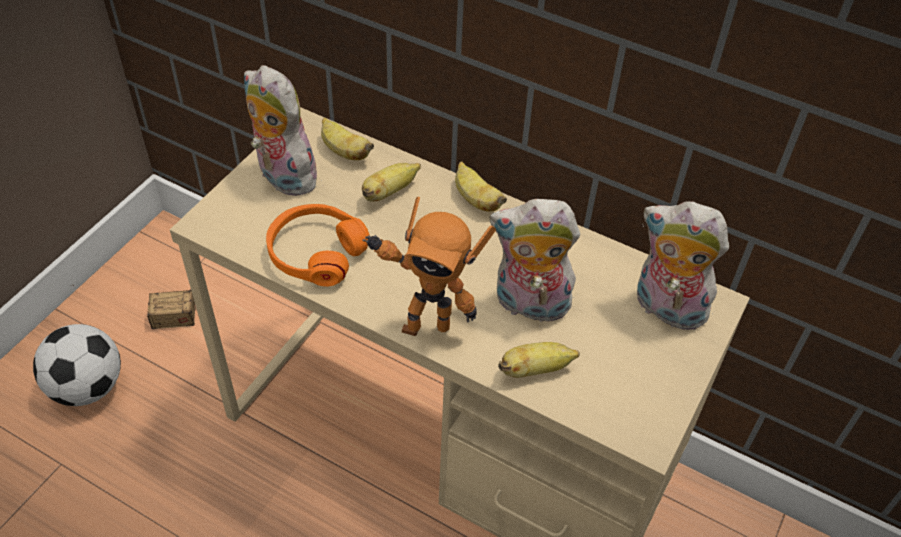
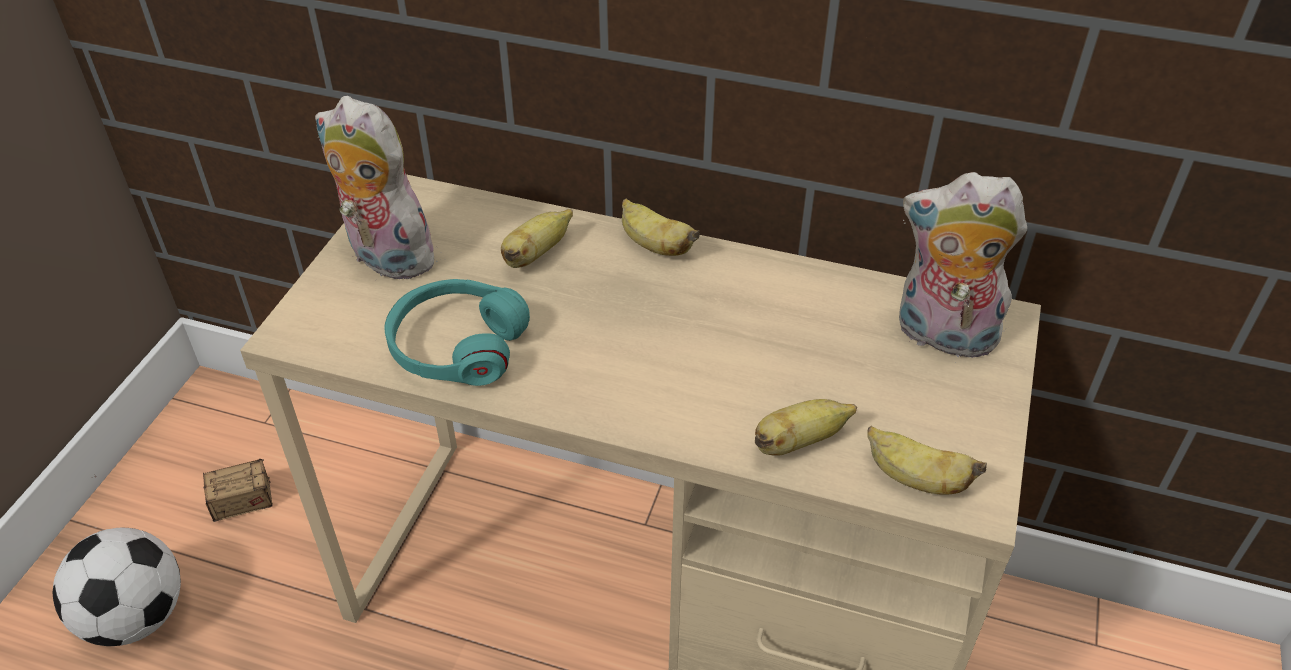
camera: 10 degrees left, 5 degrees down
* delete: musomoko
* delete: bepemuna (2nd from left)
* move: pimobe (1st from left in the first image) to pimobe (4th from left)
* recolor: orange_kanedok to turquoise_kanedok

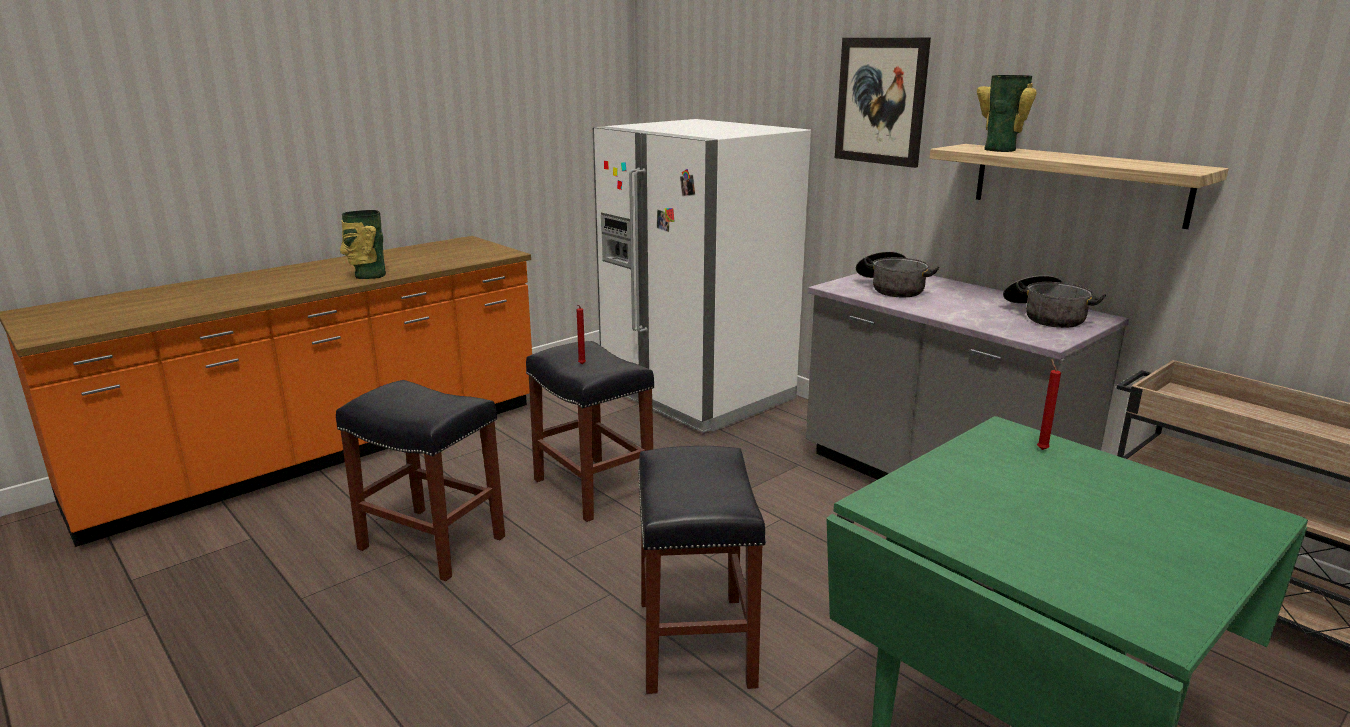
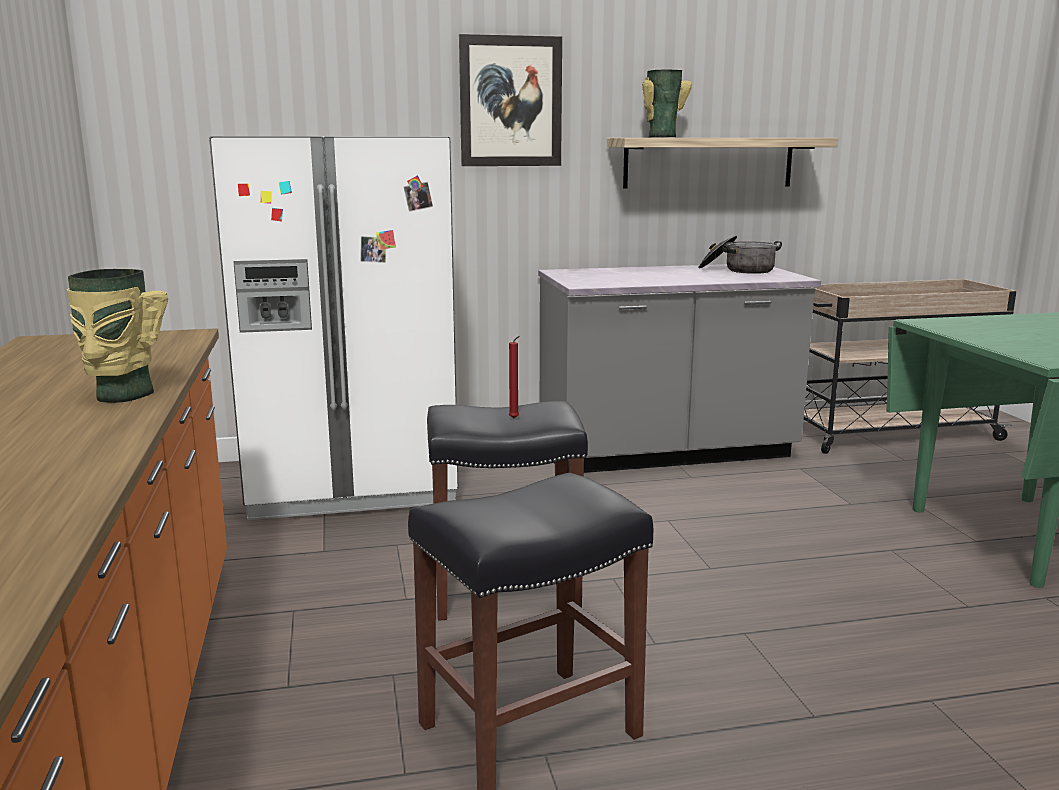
camera: 60 degrees left, 5 degrees down
* delete: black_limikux (3rd from left)
* delete: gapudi (1st from left)
* delete: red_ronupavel (2nd from left)

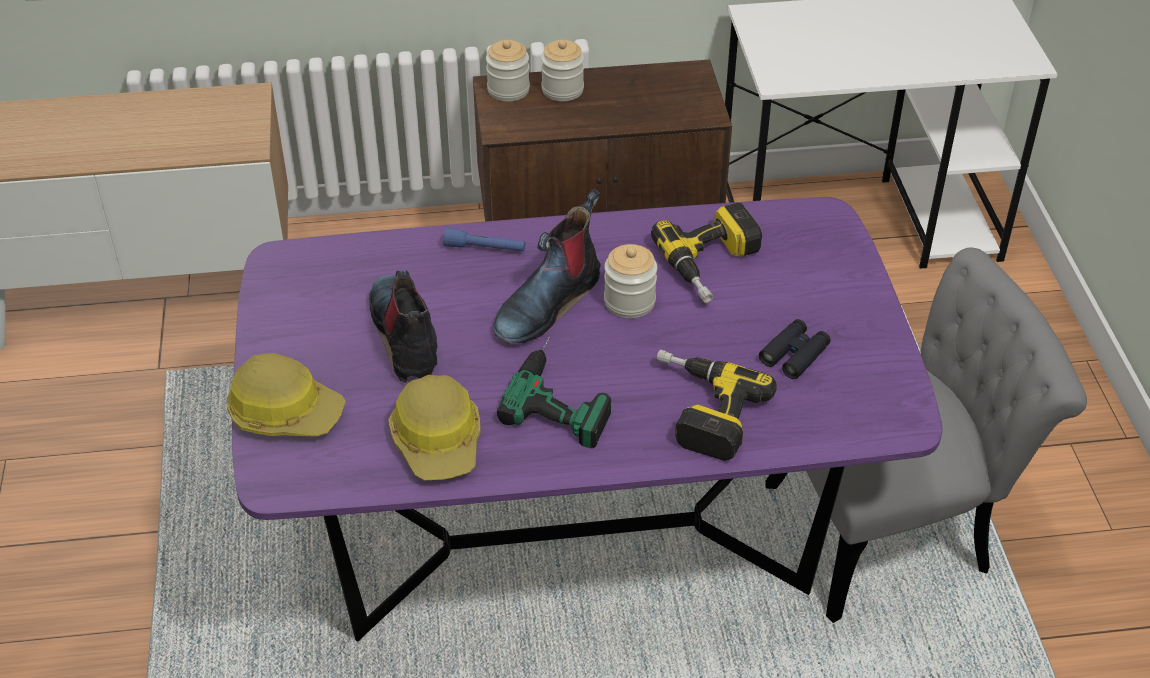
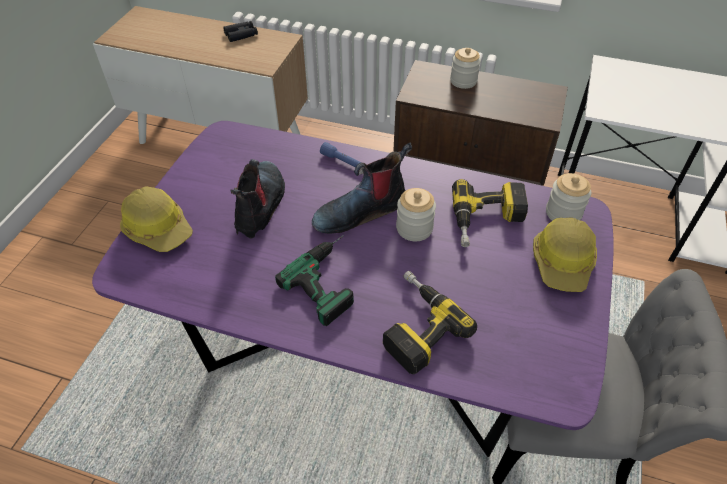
camera: 25 degrees right, 5 degrees up
* move: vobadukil (2nd from left)
* move: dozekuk (1st from left in the first image) to dozekuk (3rd from left)
* move: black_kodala

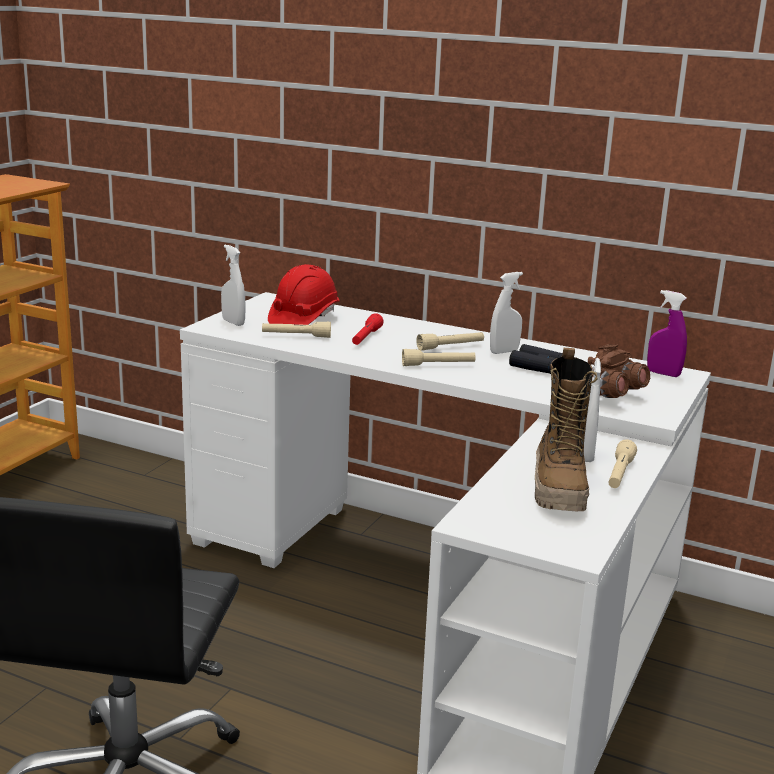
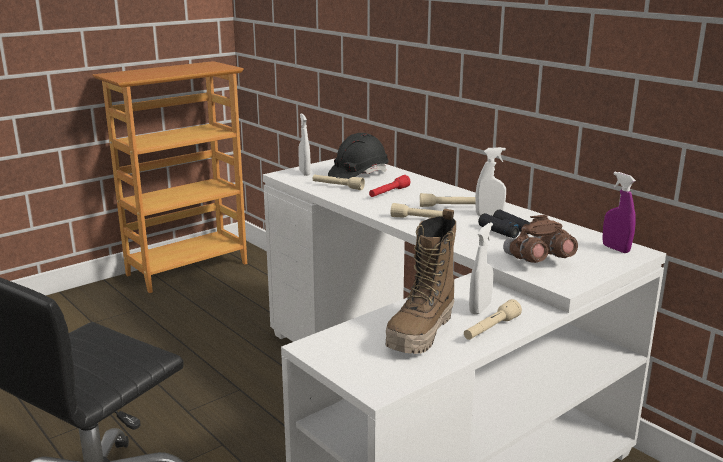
camera: 25 degrees right, 0 degrees up
* recolor: red_vobadukil to black_vobadukil

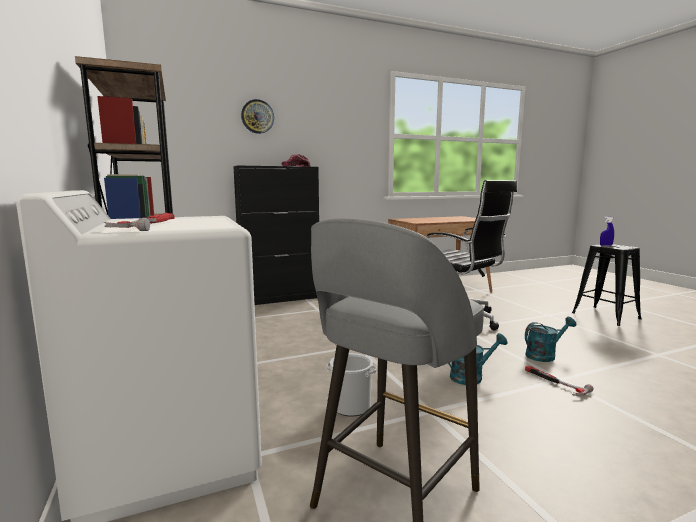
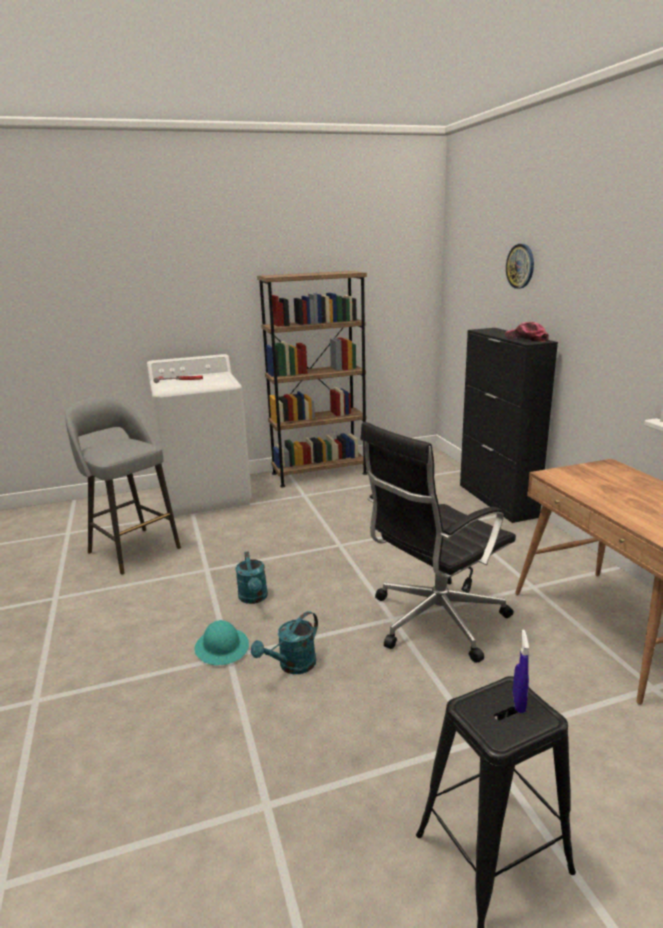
camera: 95 degrees right, 10 degrees up
* delete: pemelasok
* replace: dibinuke (2nd from left) to turquoise_vobadukil
* rotate: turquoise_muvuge (2nd from left) 60 degrees clockwise

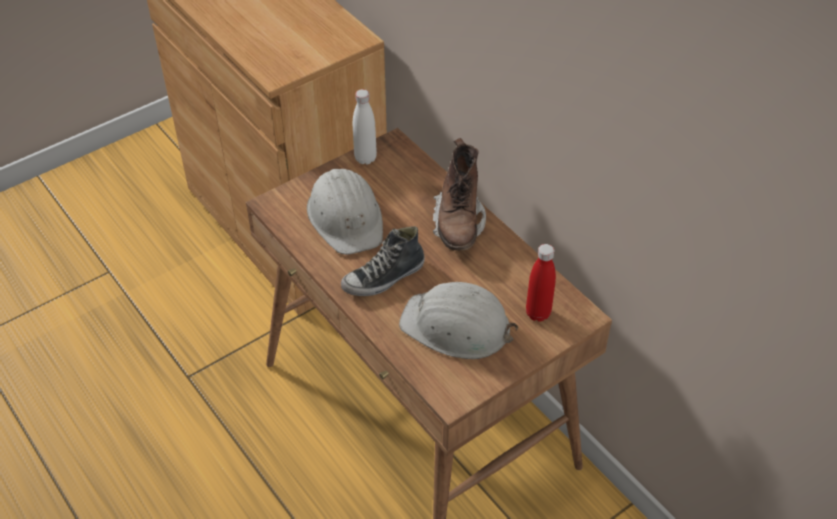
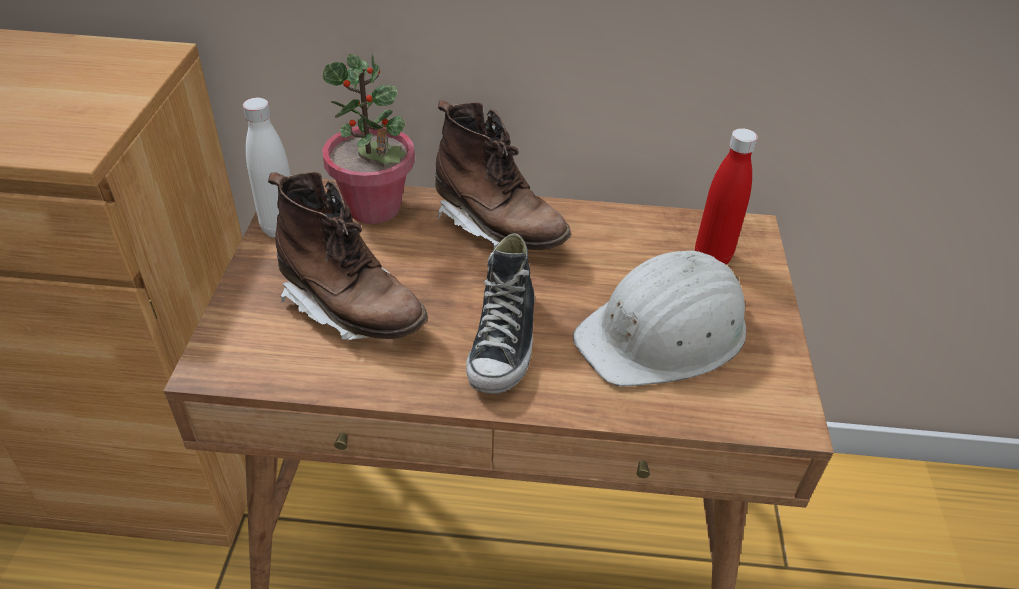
camera: 50 degrees left, 5 degrees down
* insert: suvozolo
* replace: white_vobadukil (1st from left) to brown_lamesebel (1st from left)

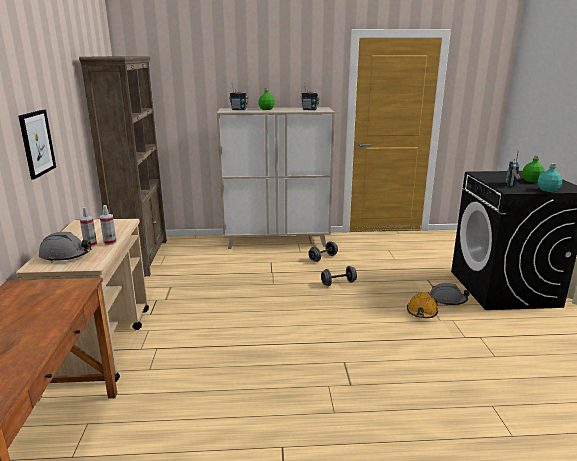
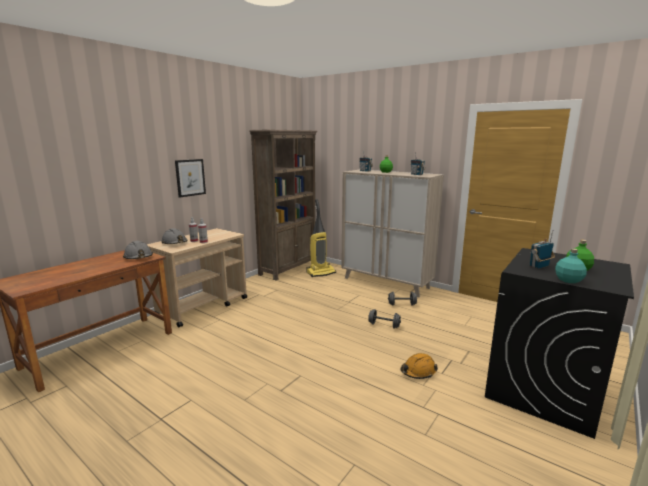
camera: 40 degrees right, 5 degrees down
* insert: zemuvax
* move: grey_vobadukil (2nd from left in the first image) to grey_vobadukil (1st from left)

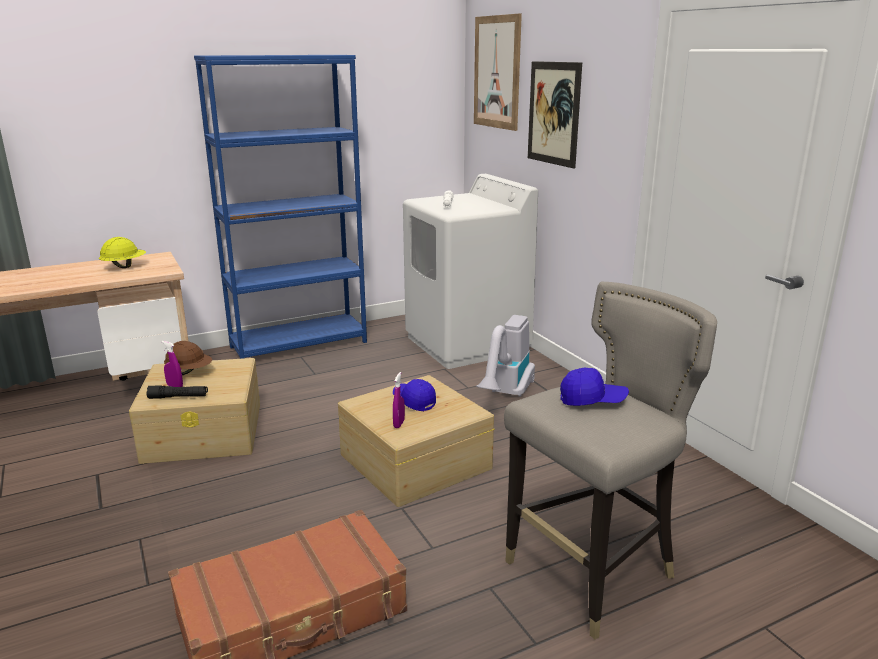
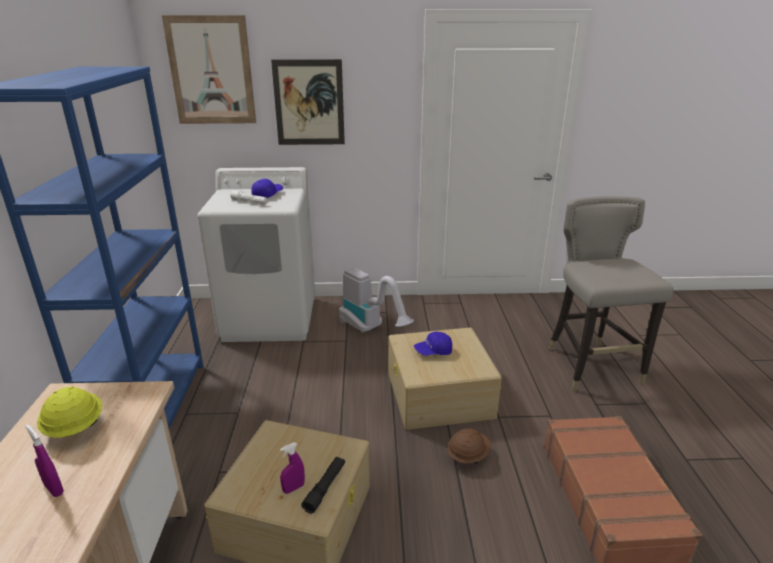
camera: 65 degrees left, 5 degrees up
* move: brown_vobadukil
* move: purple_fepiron (2nd from left in the first image) to purple_fepiron (1st from left)
* move: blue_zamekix (2nd from left in the first image) to blue_zamekix (1st from left)

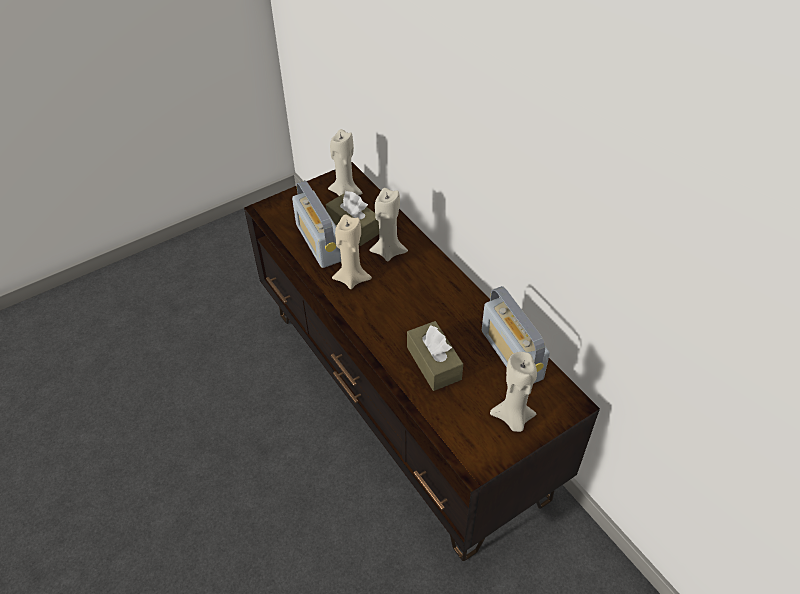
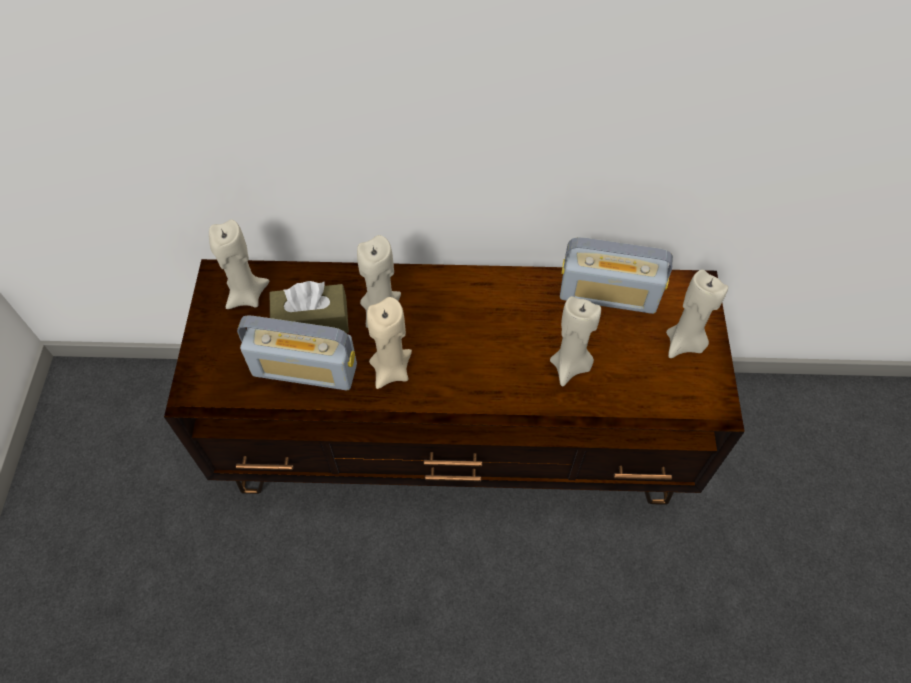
camera: 55 degrees left, 10 degrees up
* replace: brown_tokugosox (2nd from left) to beige_ronupavel (4th from left)

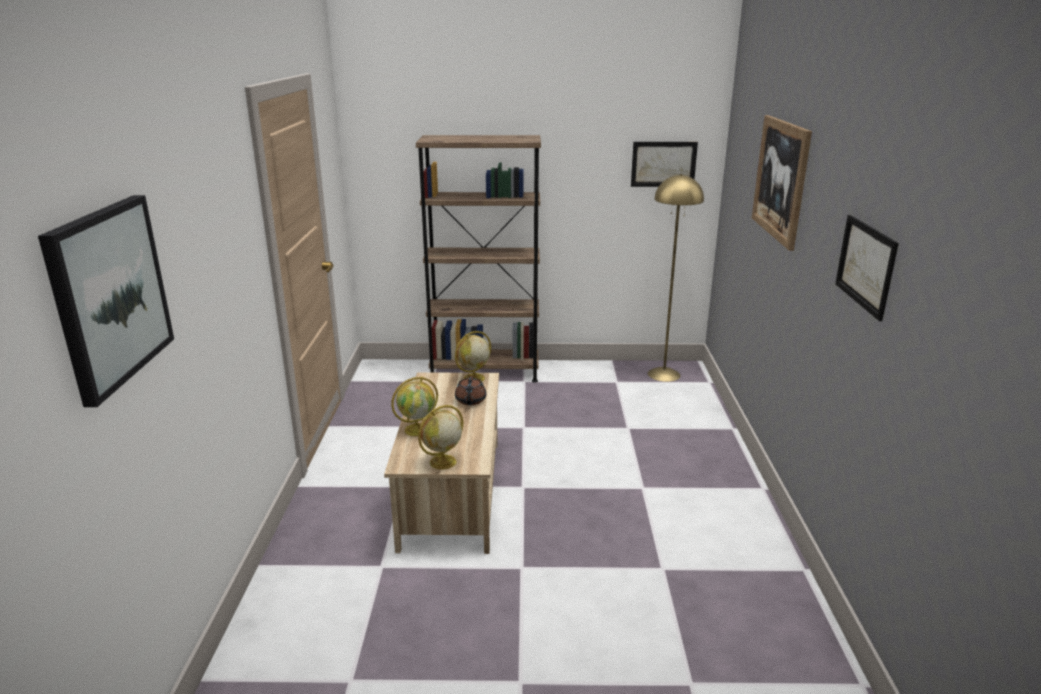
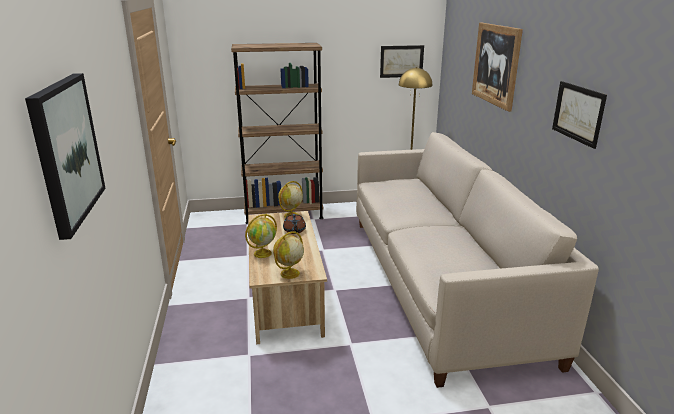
camera: 10 degrees left, 0 degrees up
* insert: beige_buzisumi

